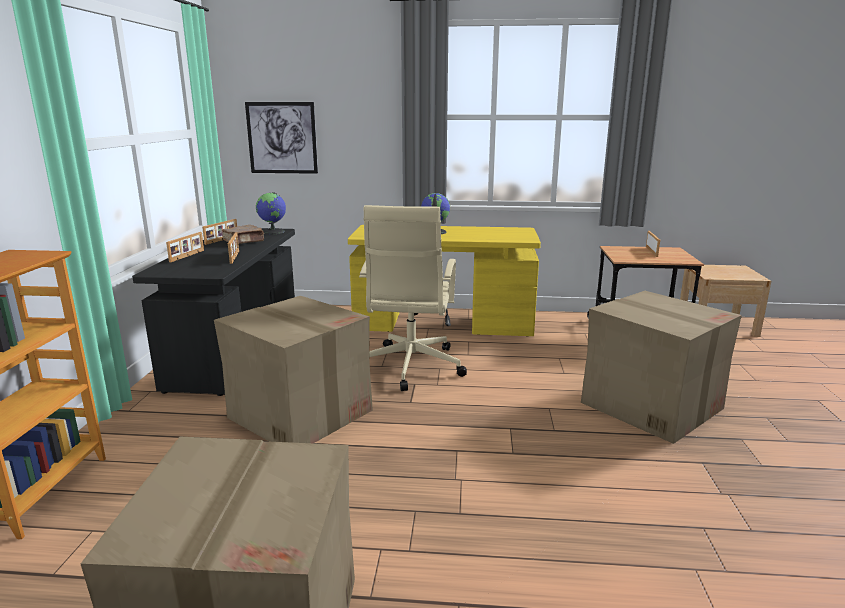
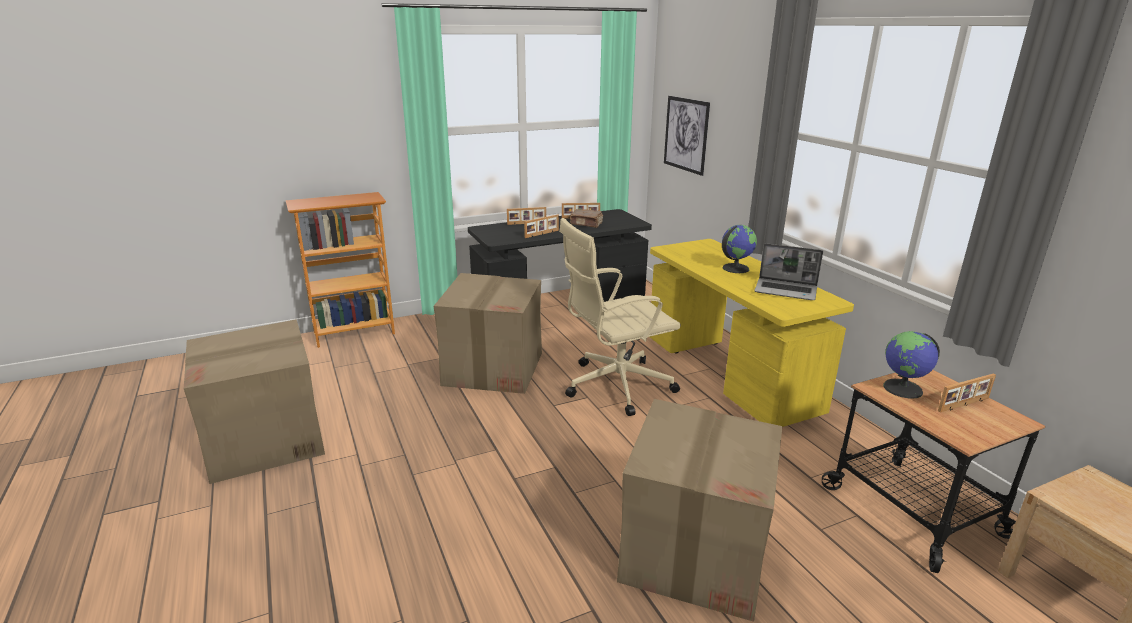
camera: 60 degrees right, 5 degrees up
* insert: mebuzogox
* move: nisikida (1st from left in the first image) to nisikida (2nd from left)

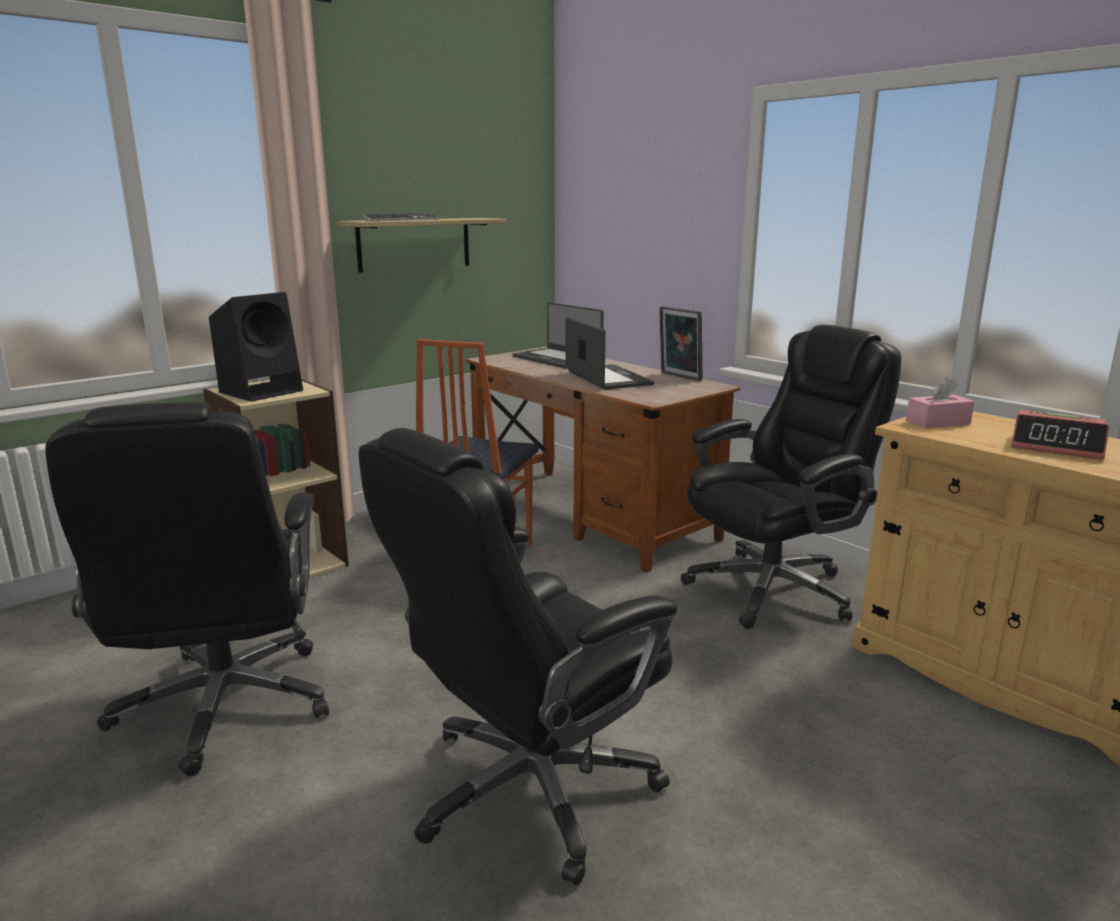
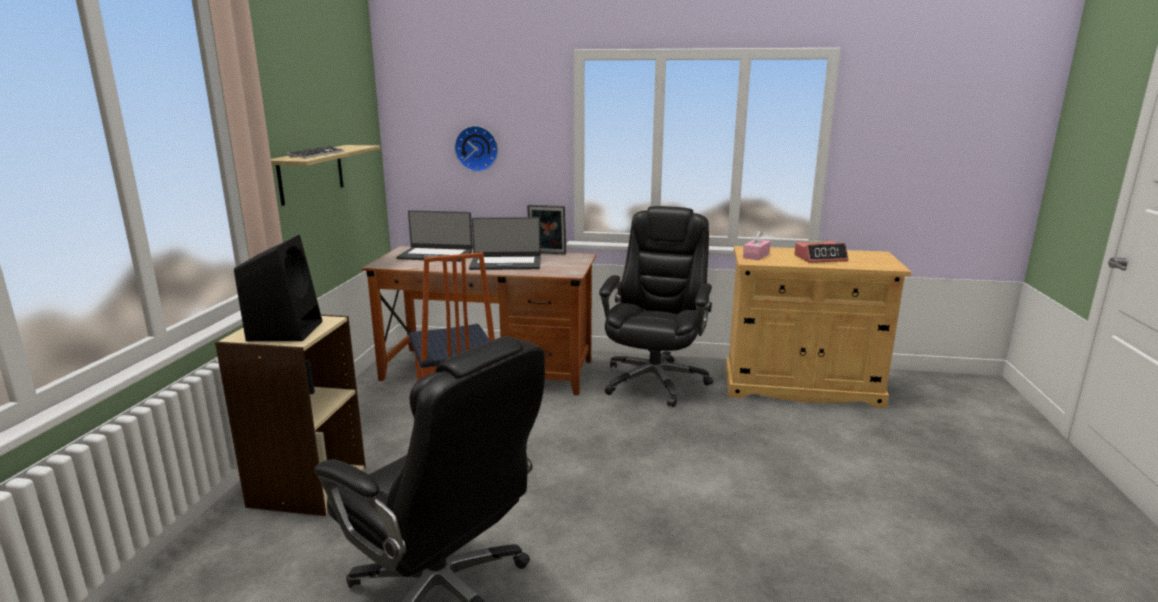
camera: 40 degrees left, 0 degrees up
* delete: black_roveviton (2nd from left)
* insert: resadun
* rotate: mebuzogox (2nd from left) 150 degrees clockwise

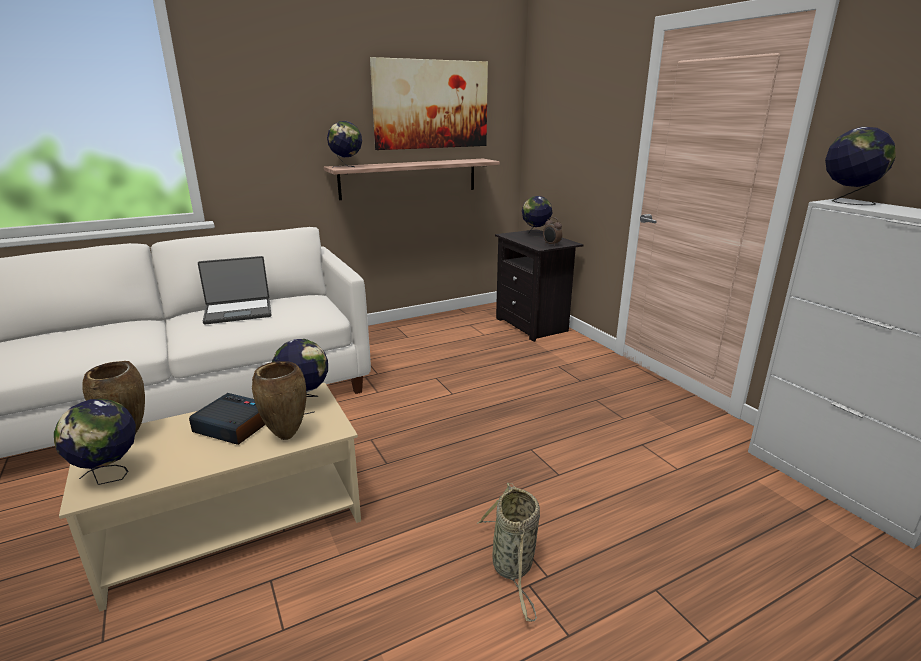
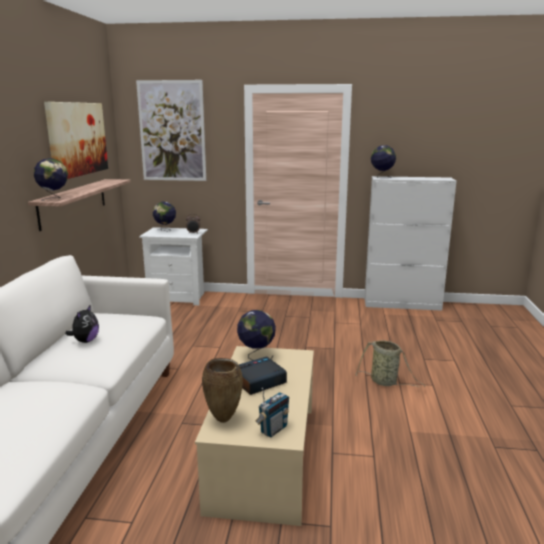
camera: 55 degrees left, 5 degrees down
* delete: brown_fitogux (2nd from left)
* insert: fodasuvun (2nd from left)
* replace: nisikida (1st from left) to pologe
* replace: mebuzogox to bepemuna
* recolor: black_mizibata to white_mizibata

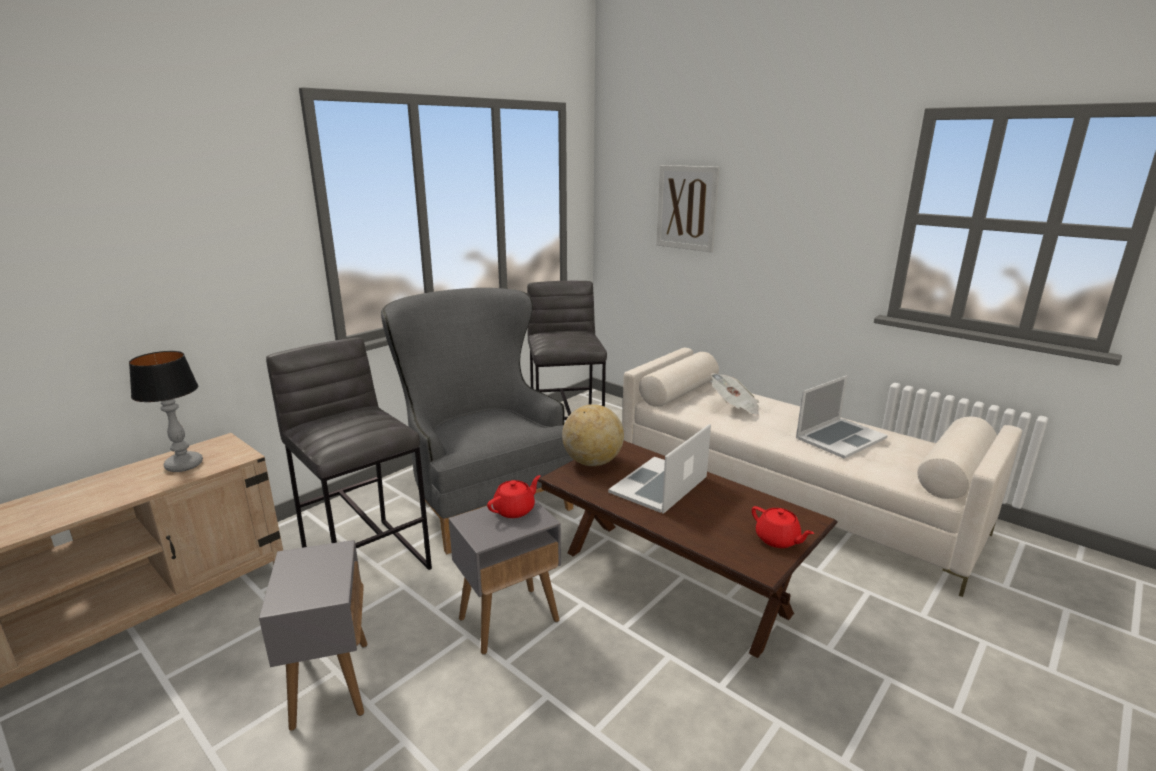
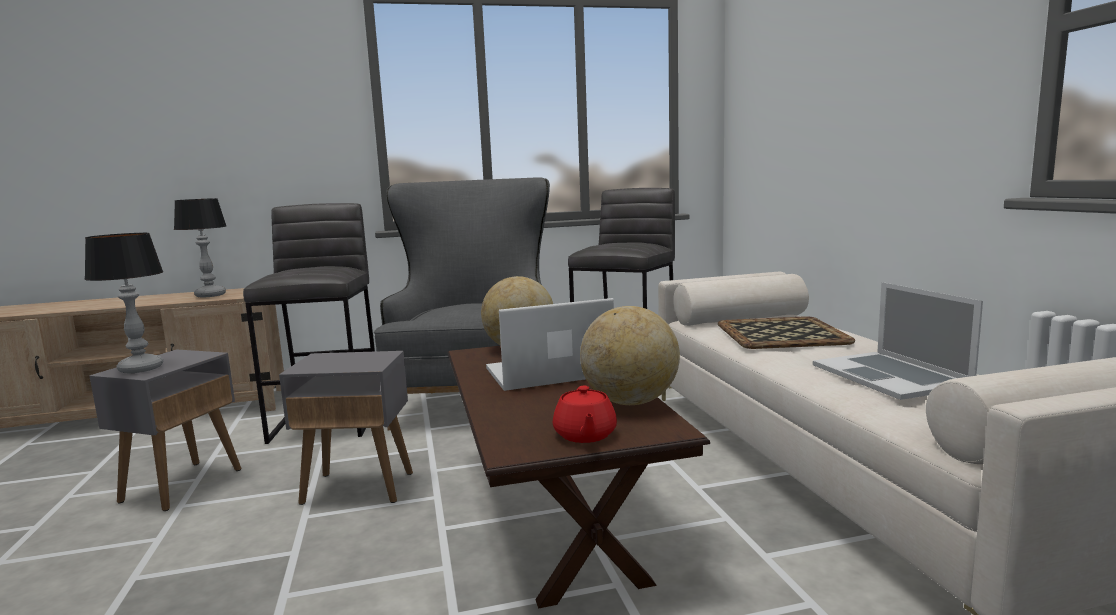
camera: 35 degrees right, 10 degrees down
* delete: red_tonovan (1st from left)
* delete: fodasuvun
* insert: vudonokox (1st from left)
* insert: nisikida (2nd from left)
* replace: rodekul to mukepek
* rotate: mebuzogox (2nd from left) 75 degrees clockwise

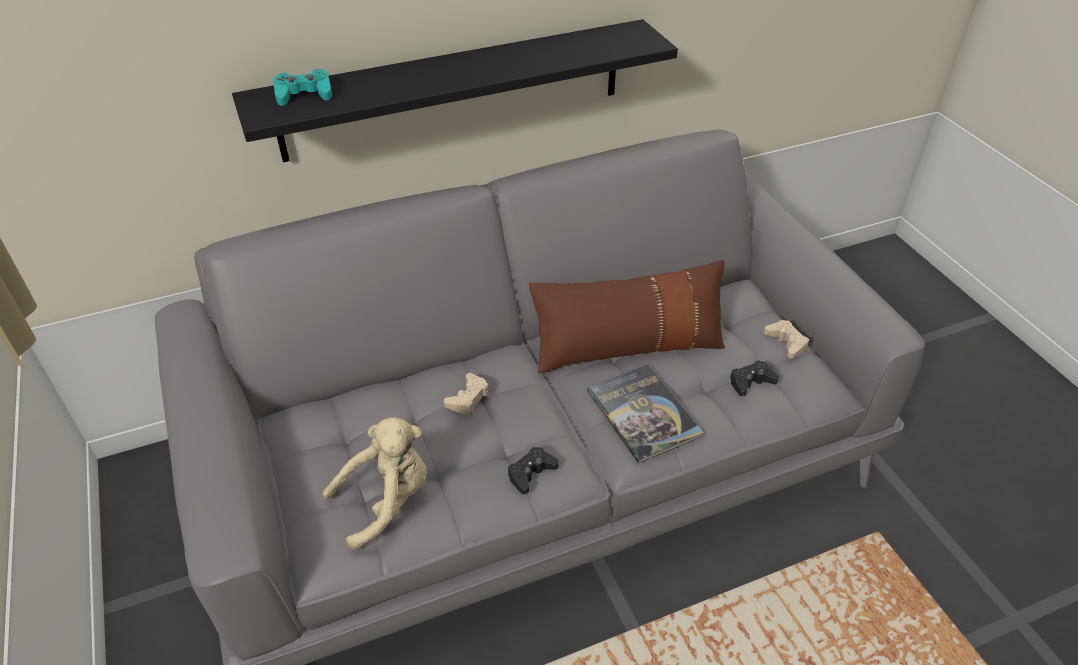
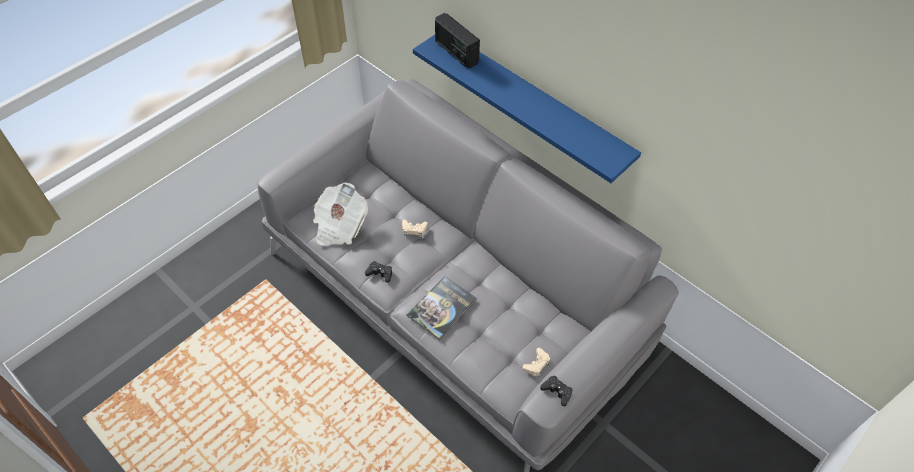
camera: 65 degrees right, 10 degrees up
* delete: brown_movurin
* move: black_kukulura (2nd from left)
* replace: turquoise_kukulura to pologe
* replace: beige_bepemuna to rodekul
* recolor: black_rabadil to blue_rabadil

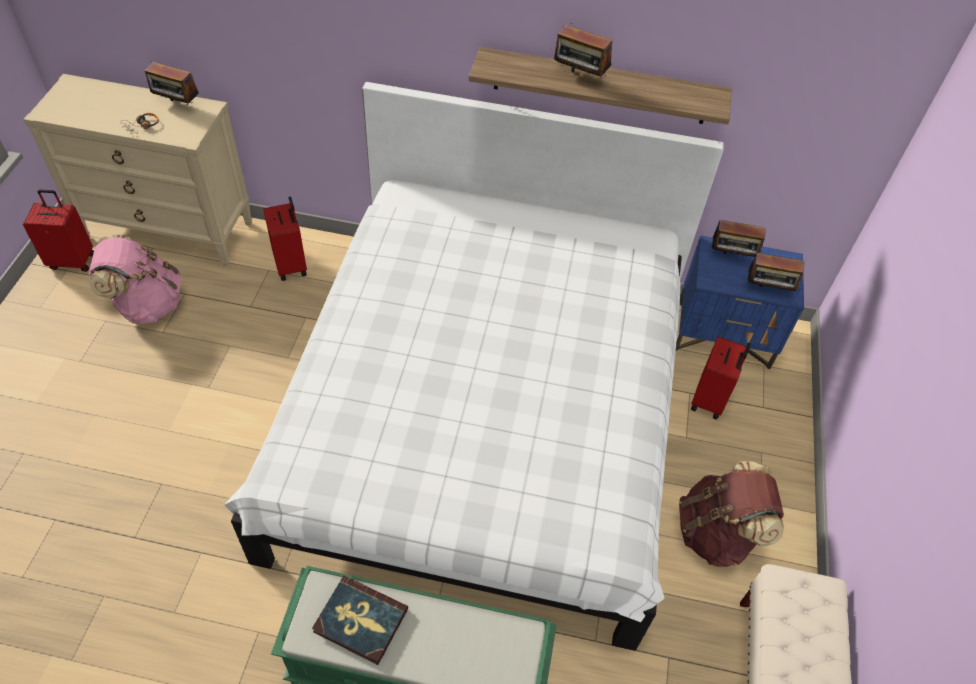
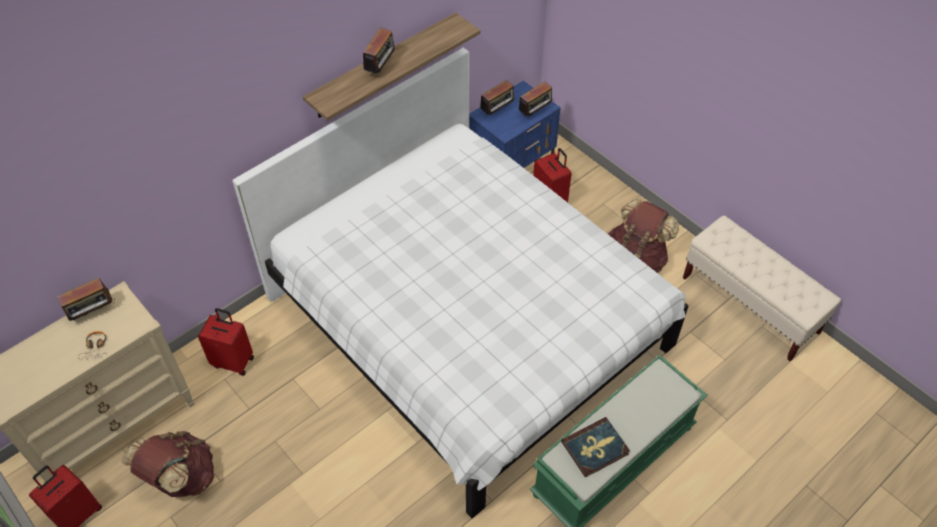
camera: 50 degrees left, 0 degrees up
* recolor: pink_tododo to brown_tododo (1st from left)
* rotate: pologe (2nd from left) 45 degrees counterclockwise

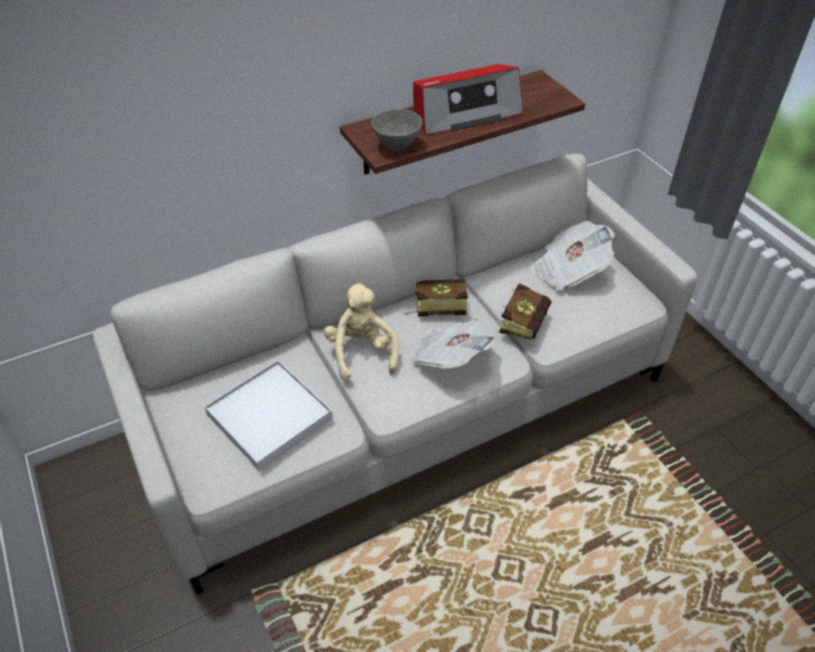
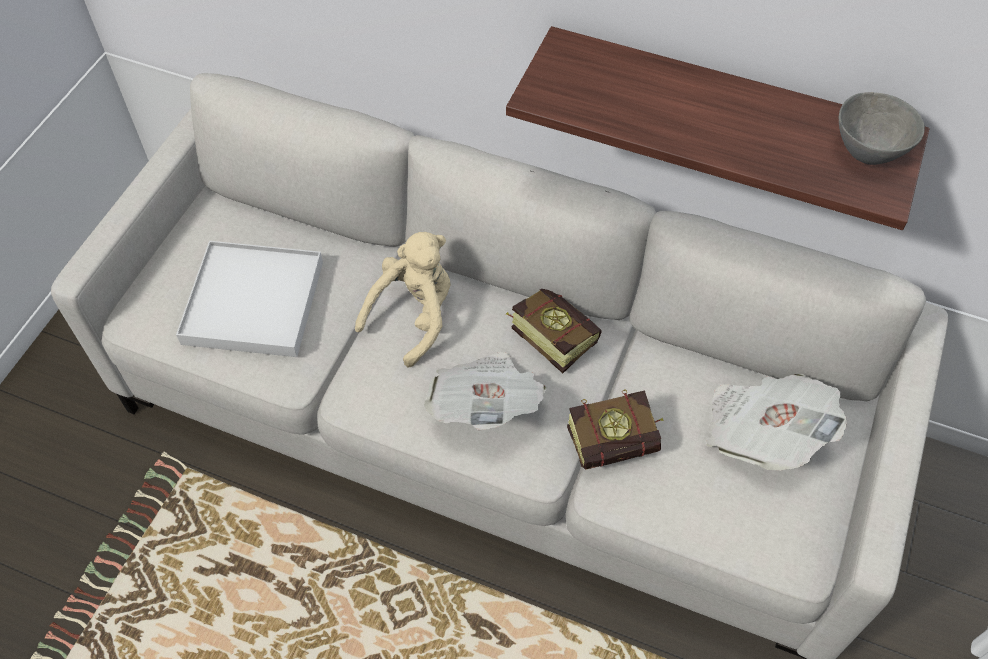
camera: 50 degrees right, 10 degrees up
* delete: pologe
* move: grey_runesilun

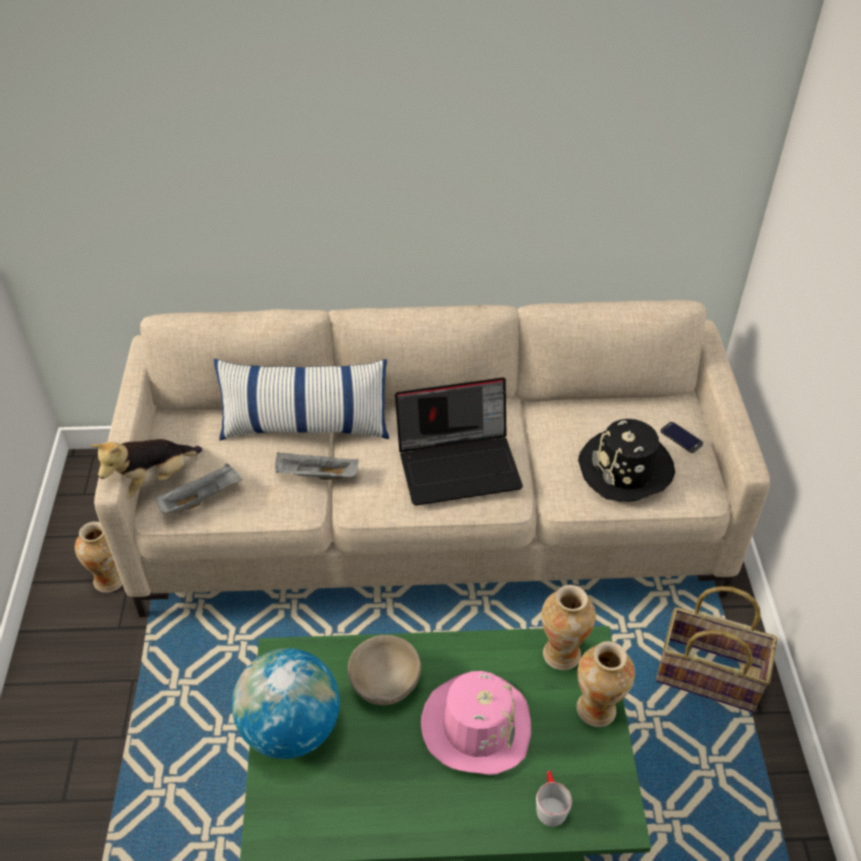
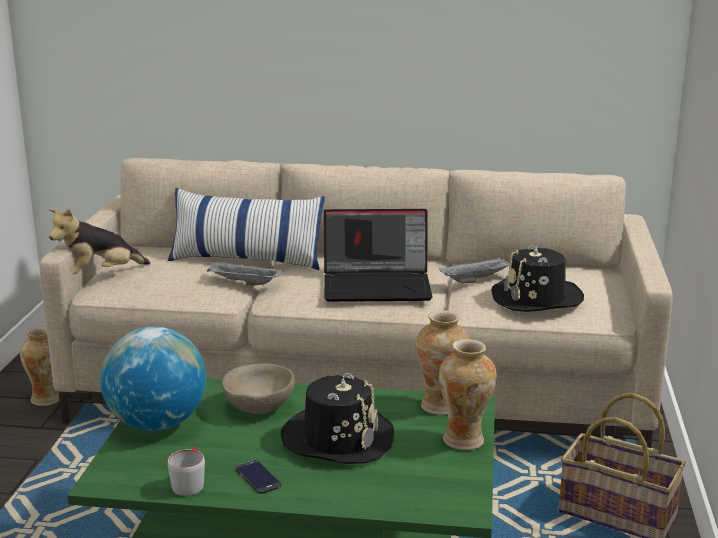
camera: 10 degrees right, 25 degrees down
* move: grey_mukepek (1st from left in the first image) to grey_mukepek (2nd from left)
* move: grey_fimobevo
* move: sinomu
* recolor: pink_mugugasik to black_mugugasik (1st from left)

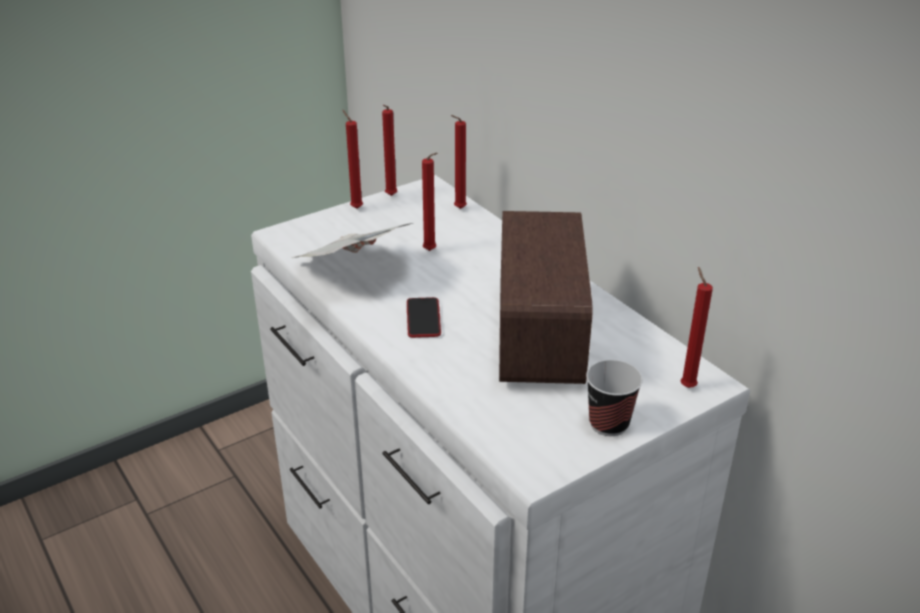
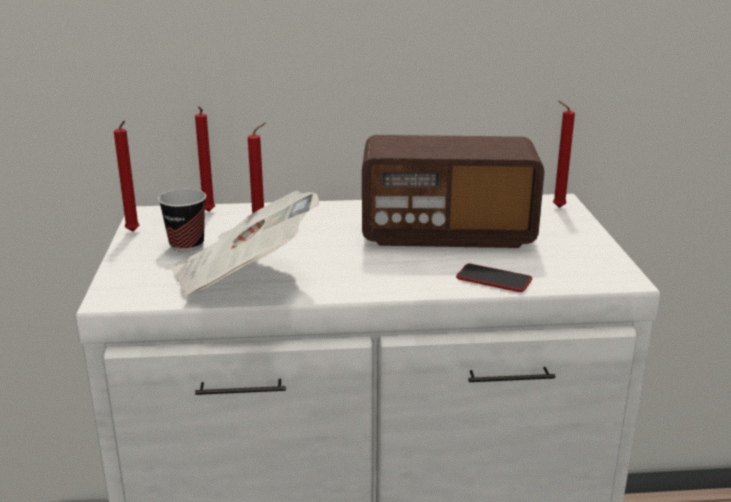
camera: 60 degrees left, 10 degrees down
* delete: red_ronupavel (1st from left)
* move: sinomu
* move: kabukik
* rotate: pologe 150 degrees clockwise

